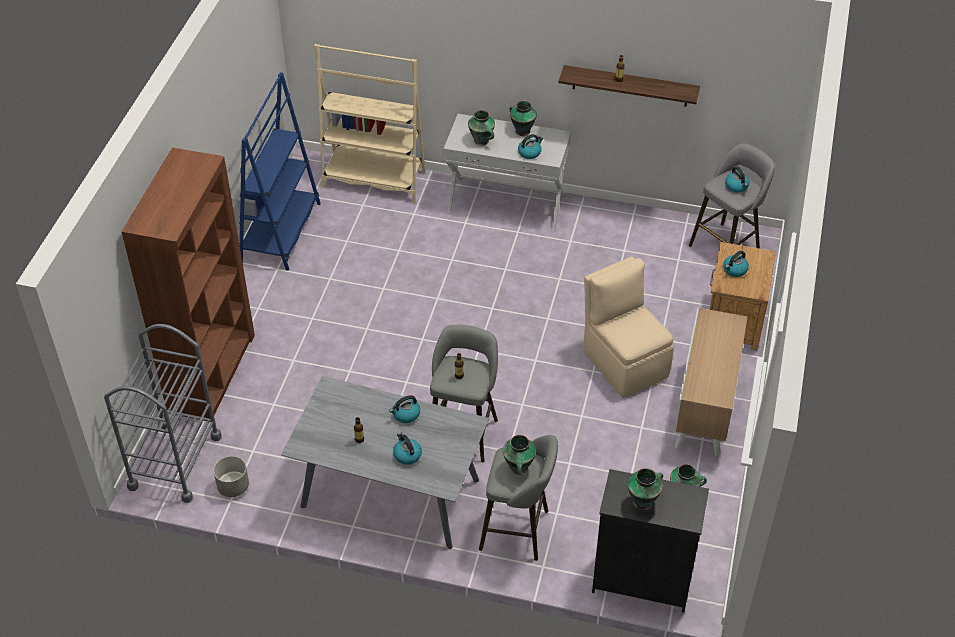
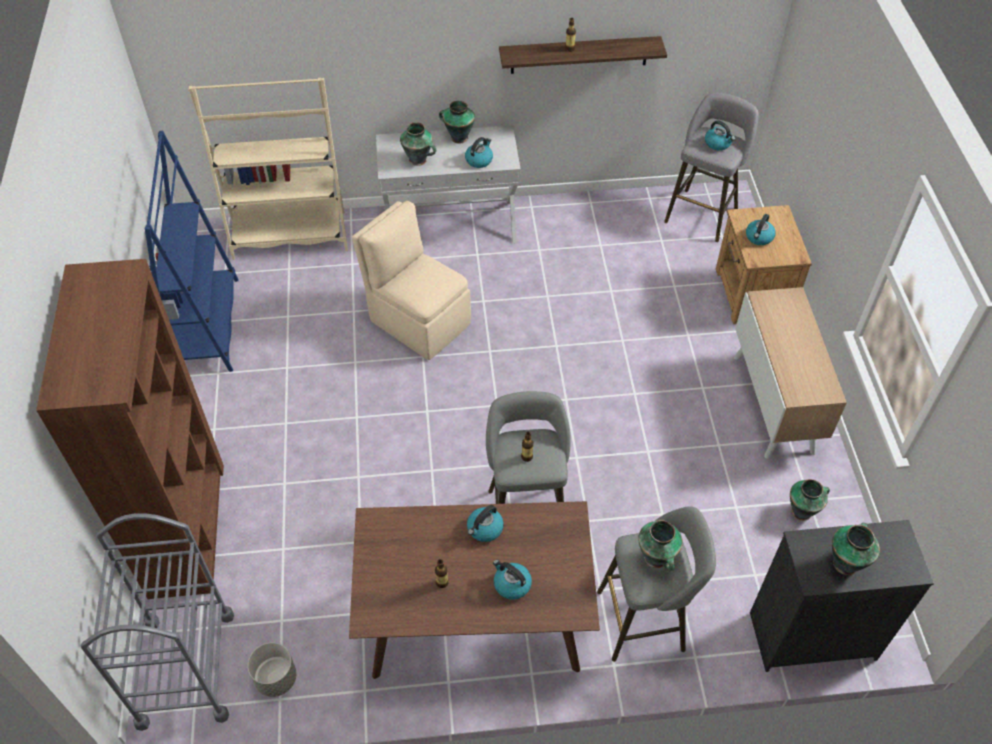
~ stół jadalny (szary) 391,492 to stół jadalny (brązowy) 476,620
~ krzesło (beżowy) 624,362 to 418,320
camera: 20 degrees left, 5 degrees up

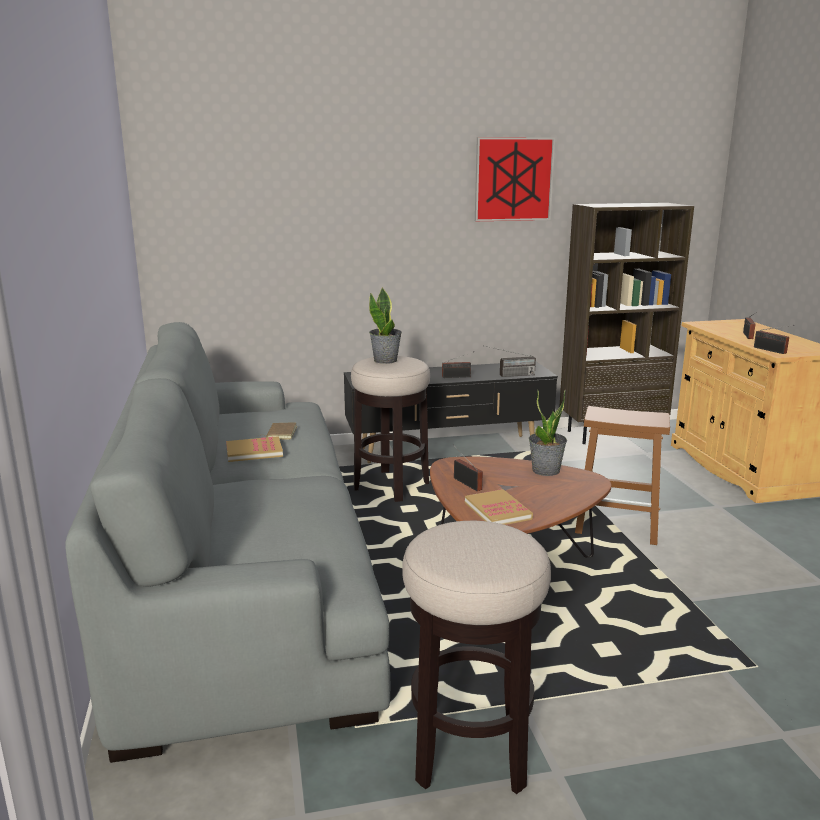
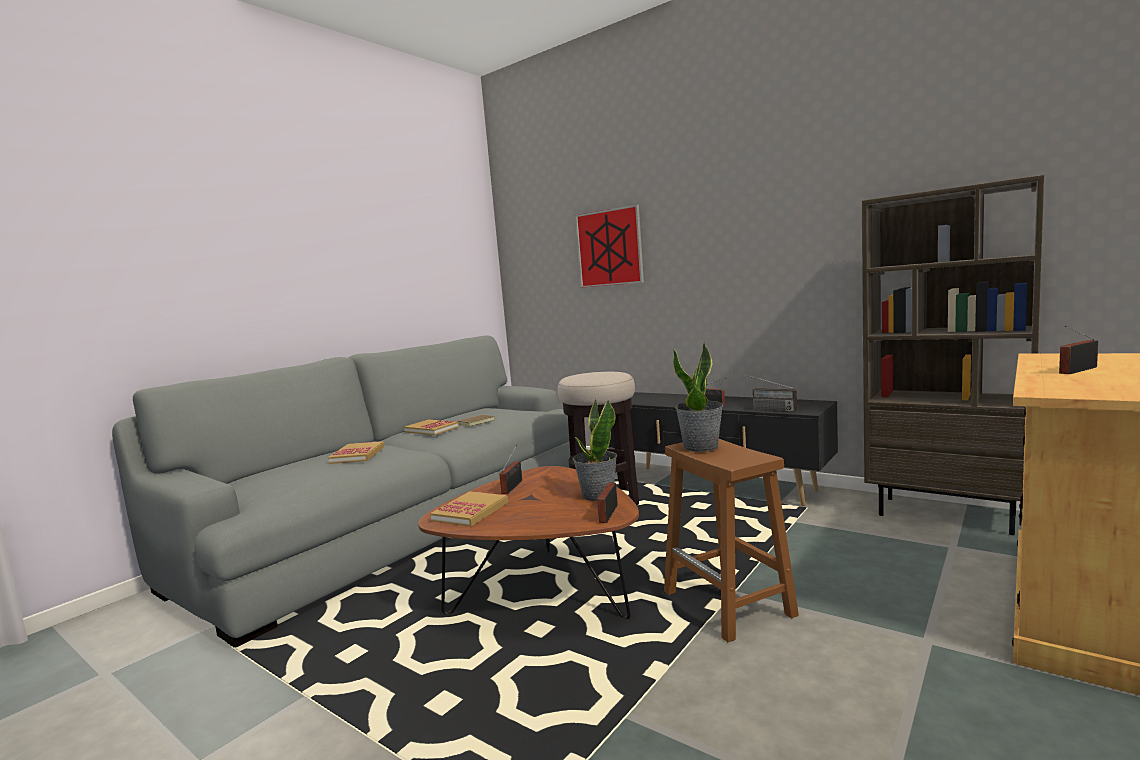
~ roślina doniczkowa 386,360 to 701,447
- stołek 469,751
~ obraz 513,179 to 609,248
~ radio 771,350 to 607,515
+ książka 357,455
camera: 50 degrees right, 10 degrees down

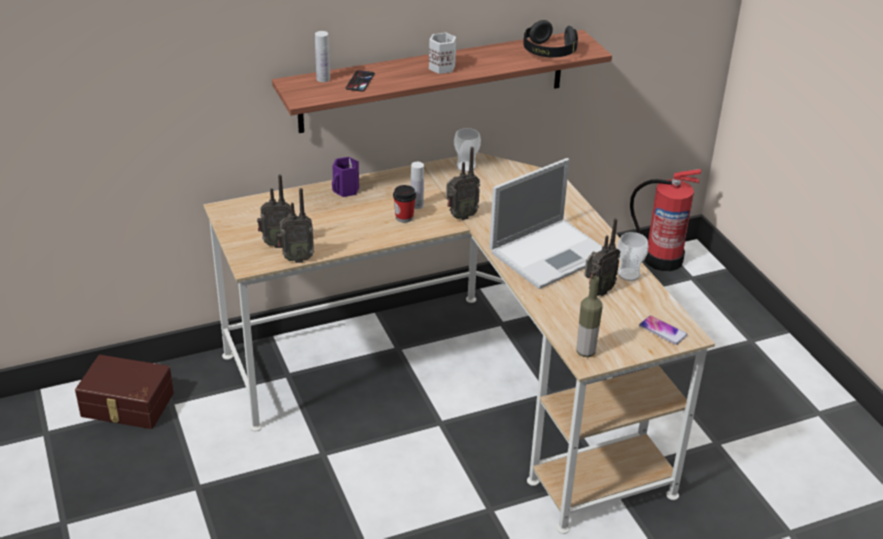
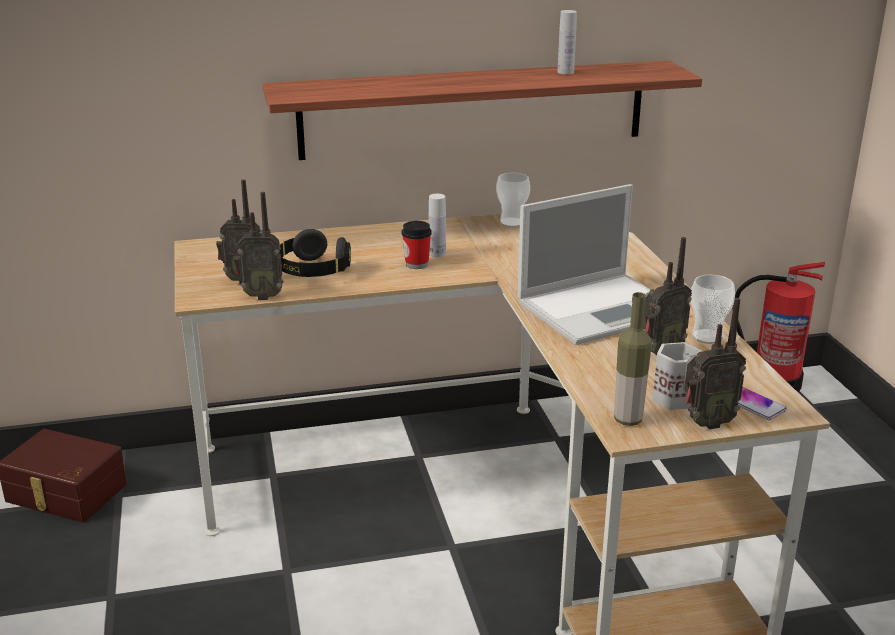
~ butelka (biały) 323,79 to 565,72
- kubek (fioletowy) 346,190
- telefon 360,81
~ kubek (biały) 442,66 to 674,397
~ radio 460,216 to 705,423
~ słuchawki (czarny) 549,52 to 313,271
camera: 10 degrees right, 10 degrees down

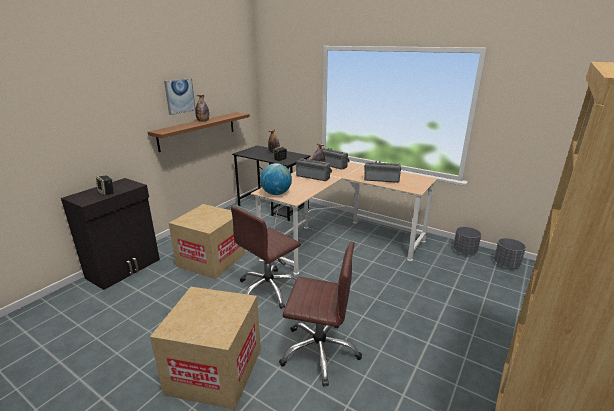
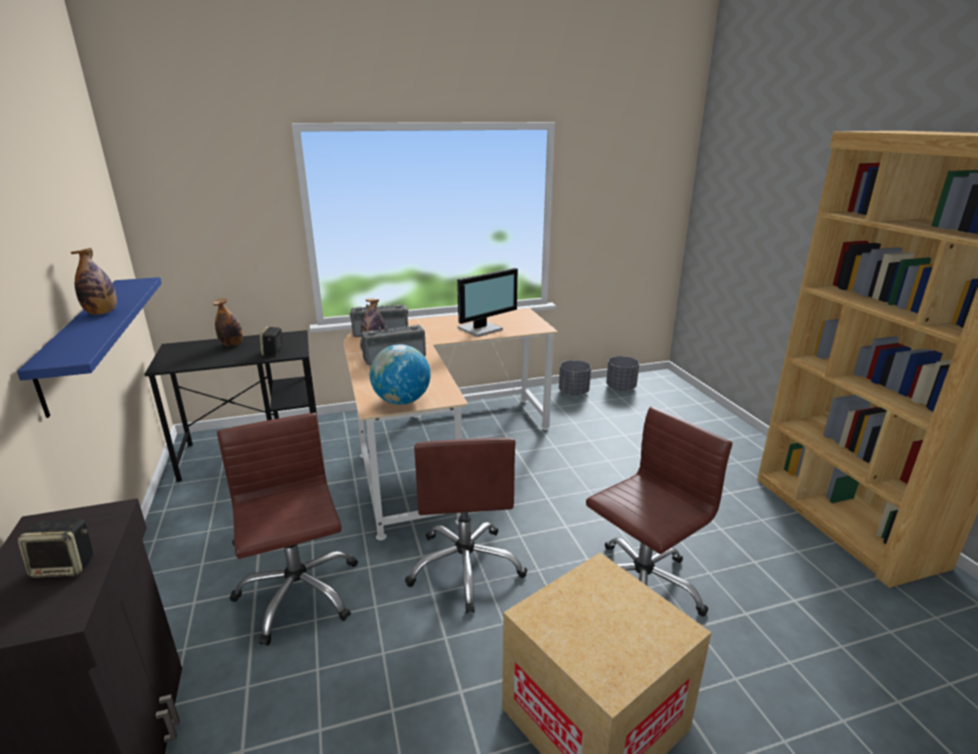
~ półka (brązowy) 198,130 to półka (niebieski) 83,340
- obraz 179,96
~ karton 211,260 to krzesło biurowe (brązowy) 298,593
~ radio 381,179 to monitor 481,329
camera: 50 degrees left, 0 degrees up

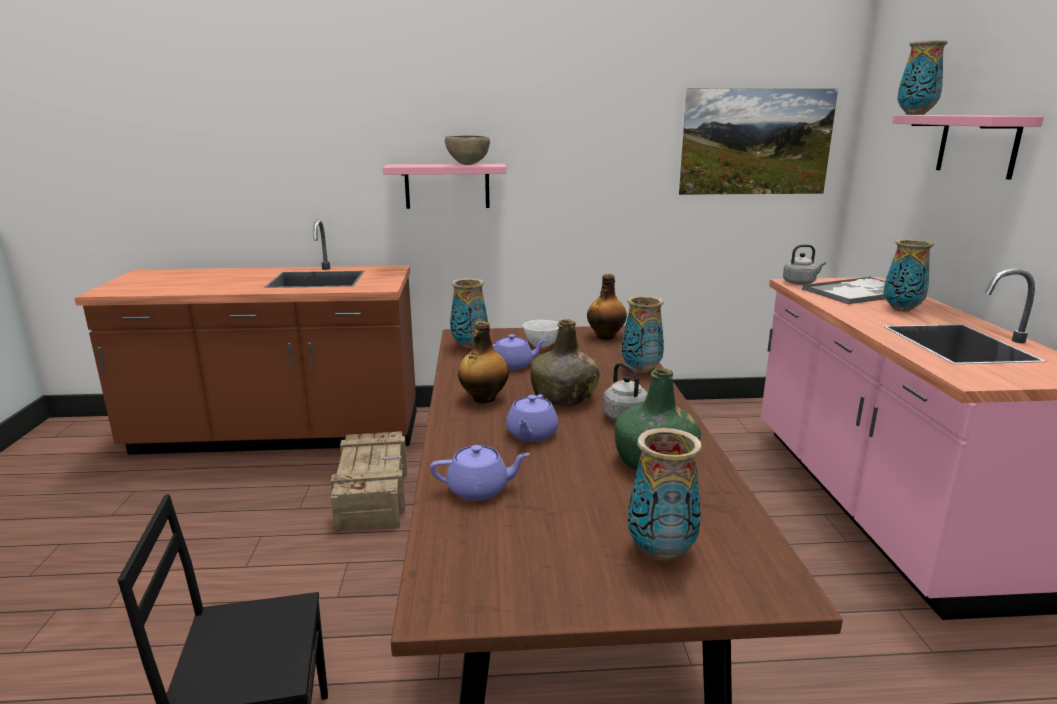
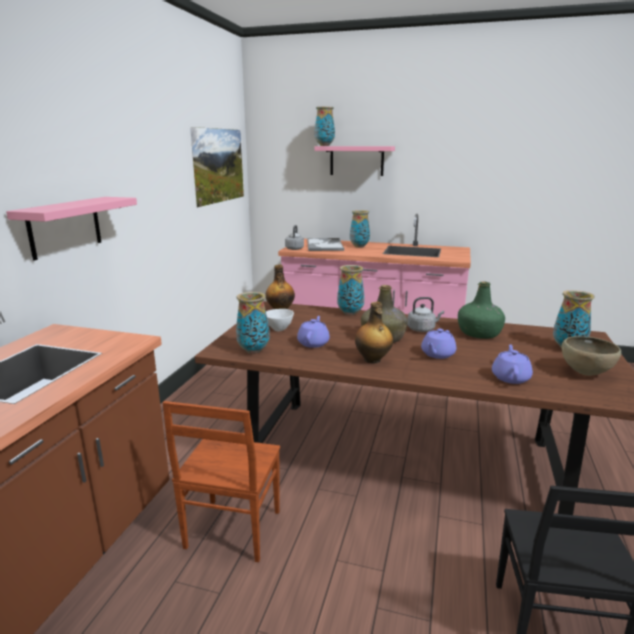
~ skrzynka 373,494 to krzesło (brązowy) 231,530
~ miska (brązowy) 467,165 to 586,373
~ imbryk (fioletowy) 531,434 = 437,354 90 degrees clockwise
camera: 70 degrees left, 0 degrees up

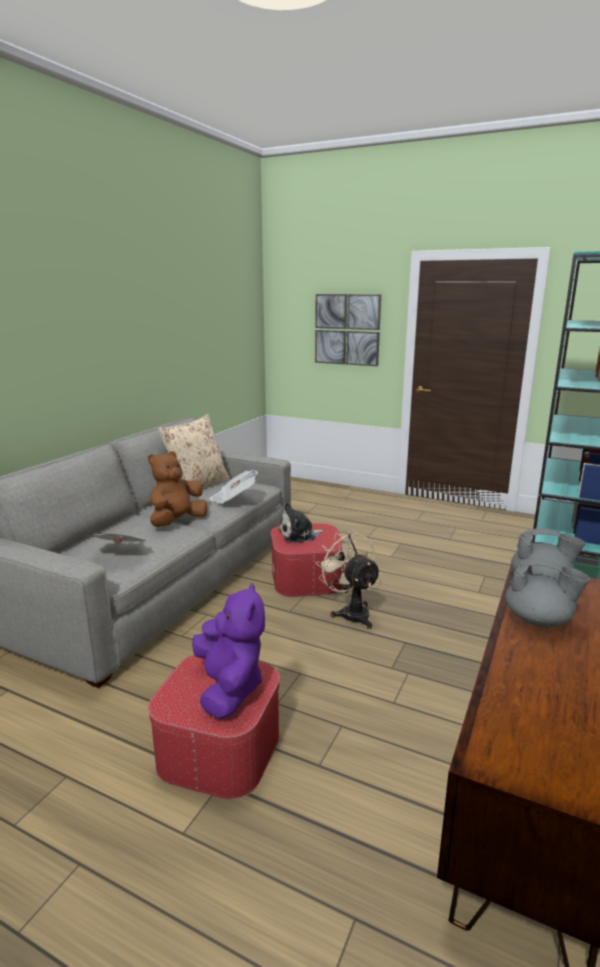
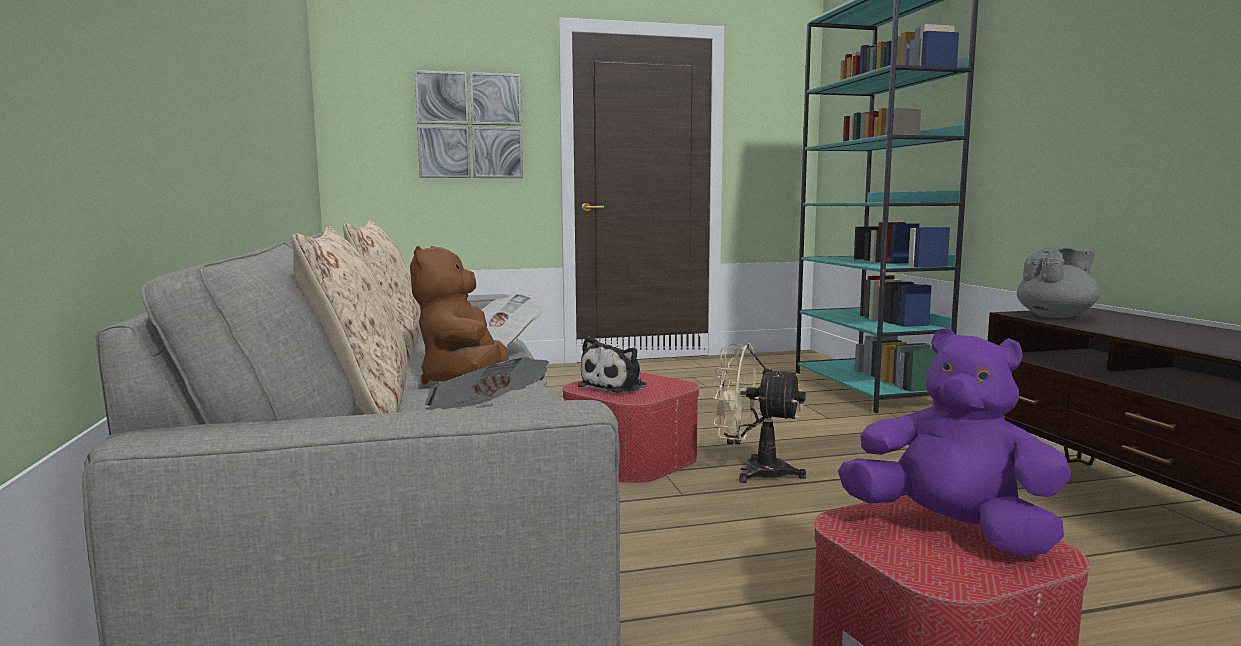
- imbryk (szary) 539,620
+ poduszka (beżowy) 362,409
camera: 40 degrees left, 10 degrees down

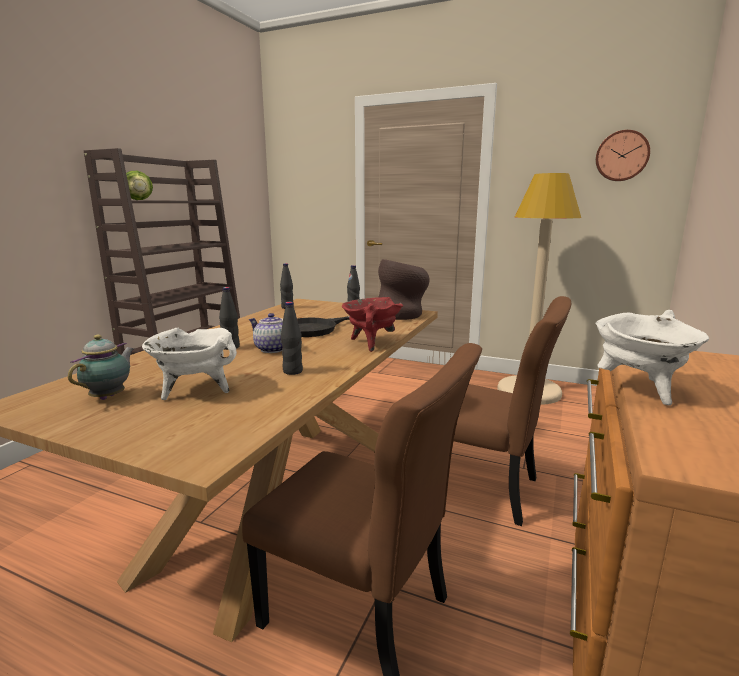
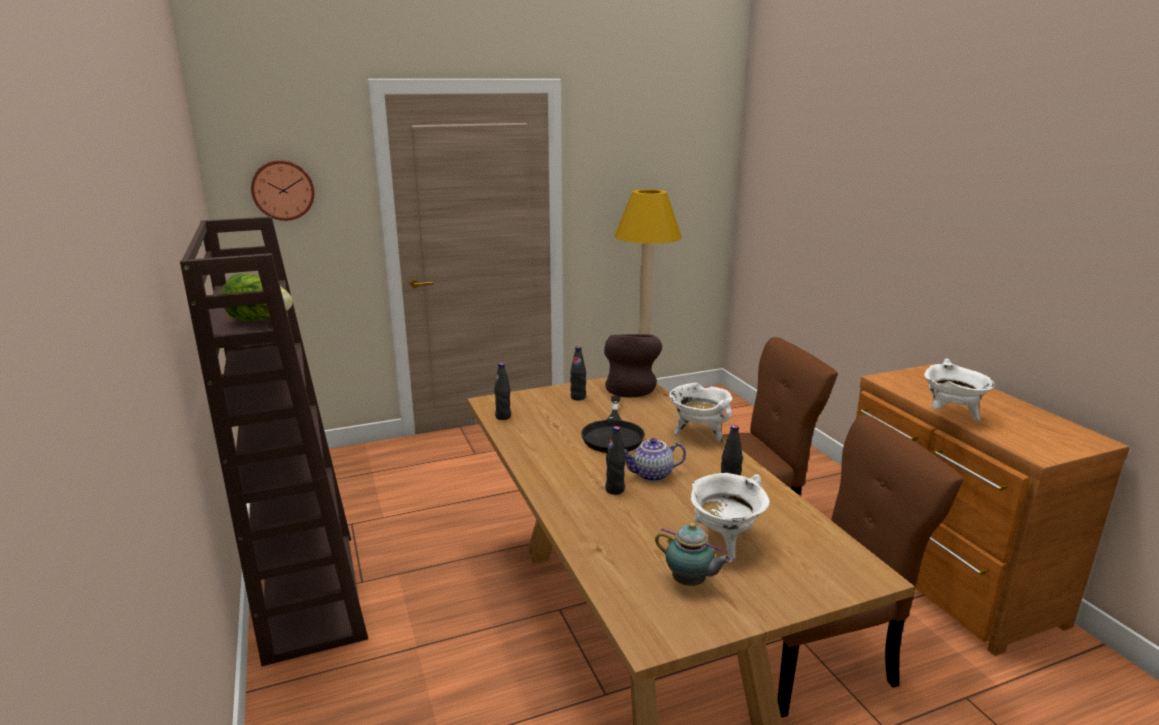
~ imbryk 110,396 = 690,582 150 degrees clockwise
~ garnek (czerwony) 371,343 to garnek (biały) 698,433
~ zegar ścienny 622,156 to 283,190
camera: 45 degrees left, 5 degrees up

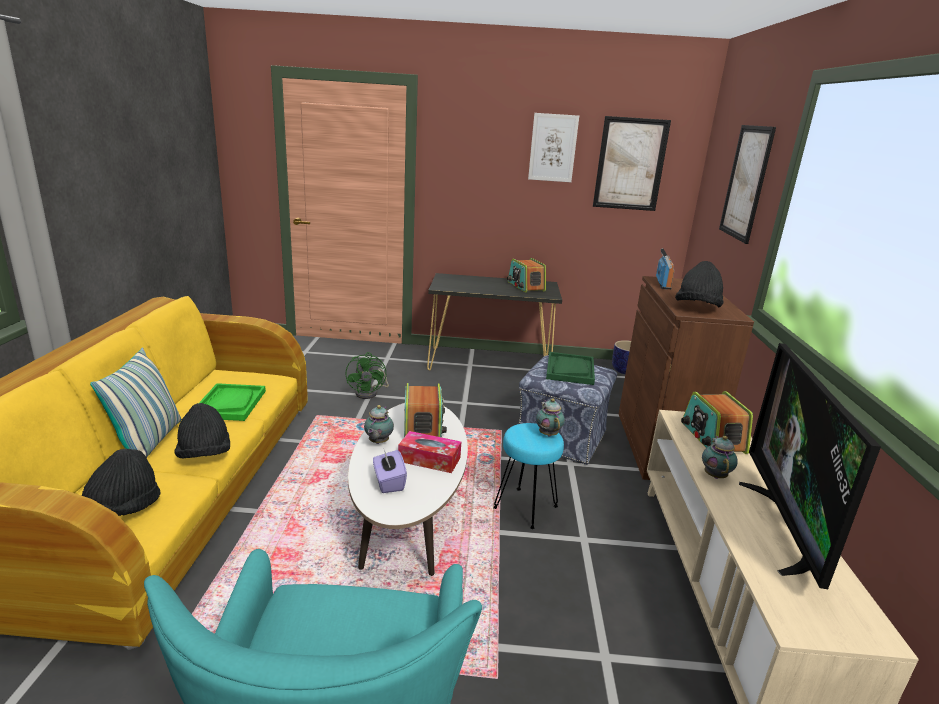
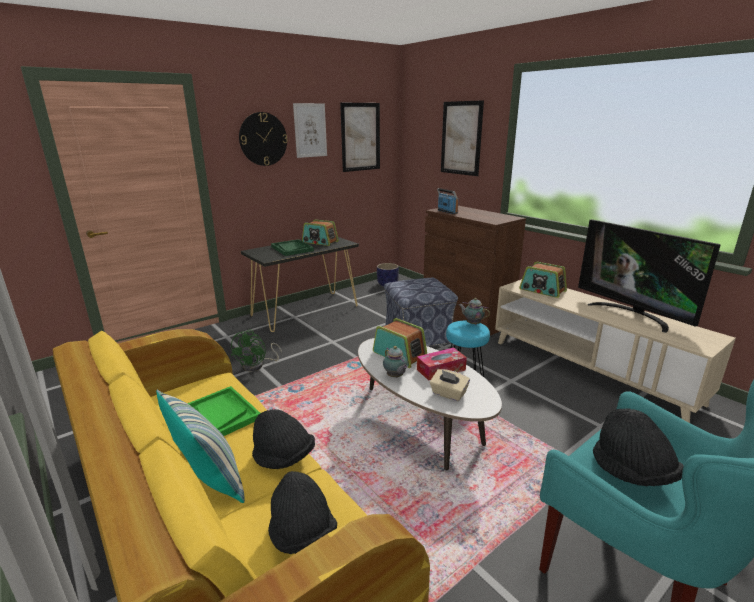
~ wentylator (zielony) 370,393 = 257,365 60 degrees clockwise
~ pudełko chusteczek (fioletowy) 389,482 to pudełko chusteczek (beżowy) 448,394
~ taca (zielony) 570,370 to 292,249
~ kapelusz (czarny) 697,308 to 631,472
- imbryk 715,475
+ zegar ścienny 263,139
camera: 40 degrees left, 0 degrees up

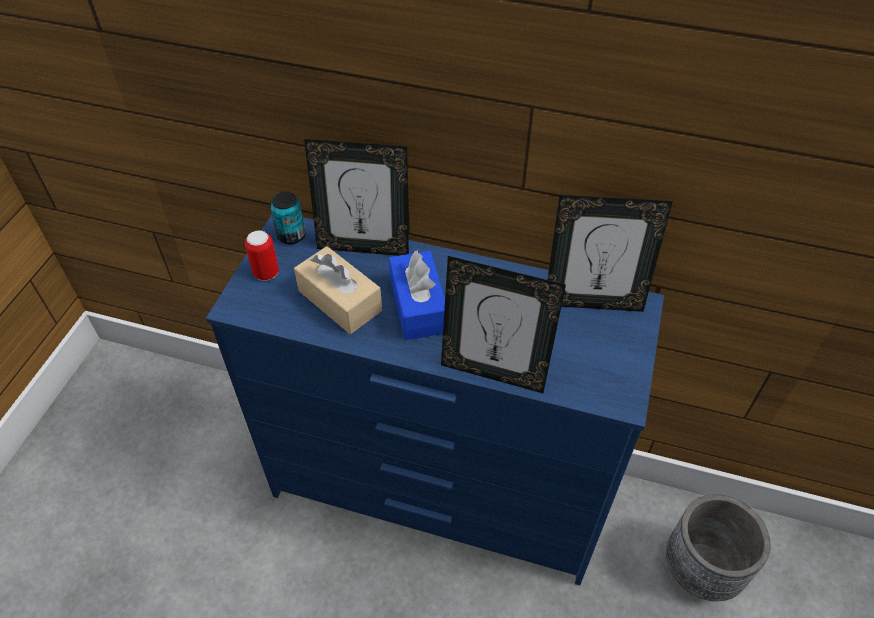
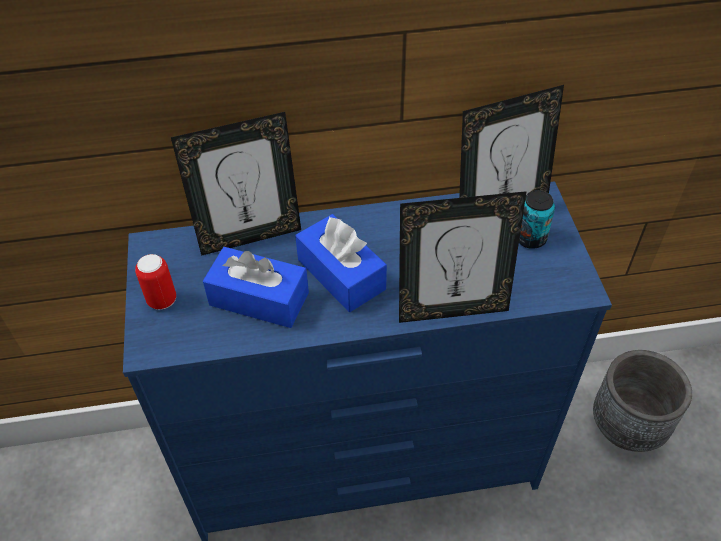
~ puszka 291,236 to 530,238
~ pudełko chusteczek (beżowy) 340,301 to pudełko chusteczek (niebieski) 259,299
camera: 25 degrees left, 0 degrees up

